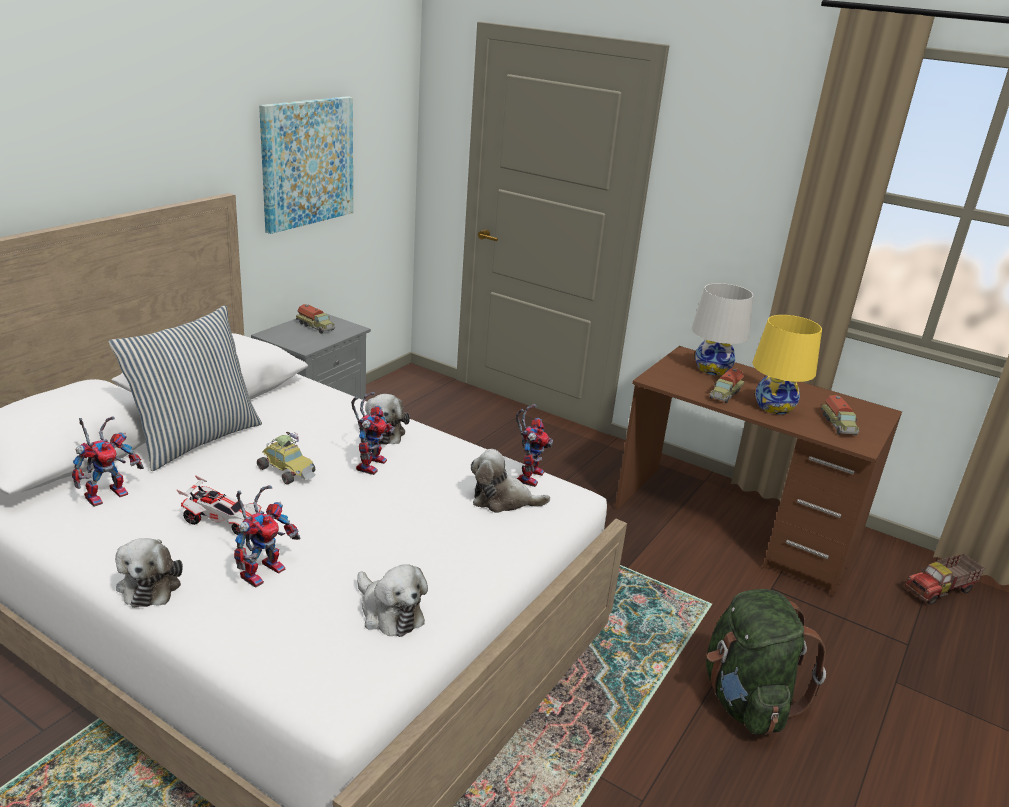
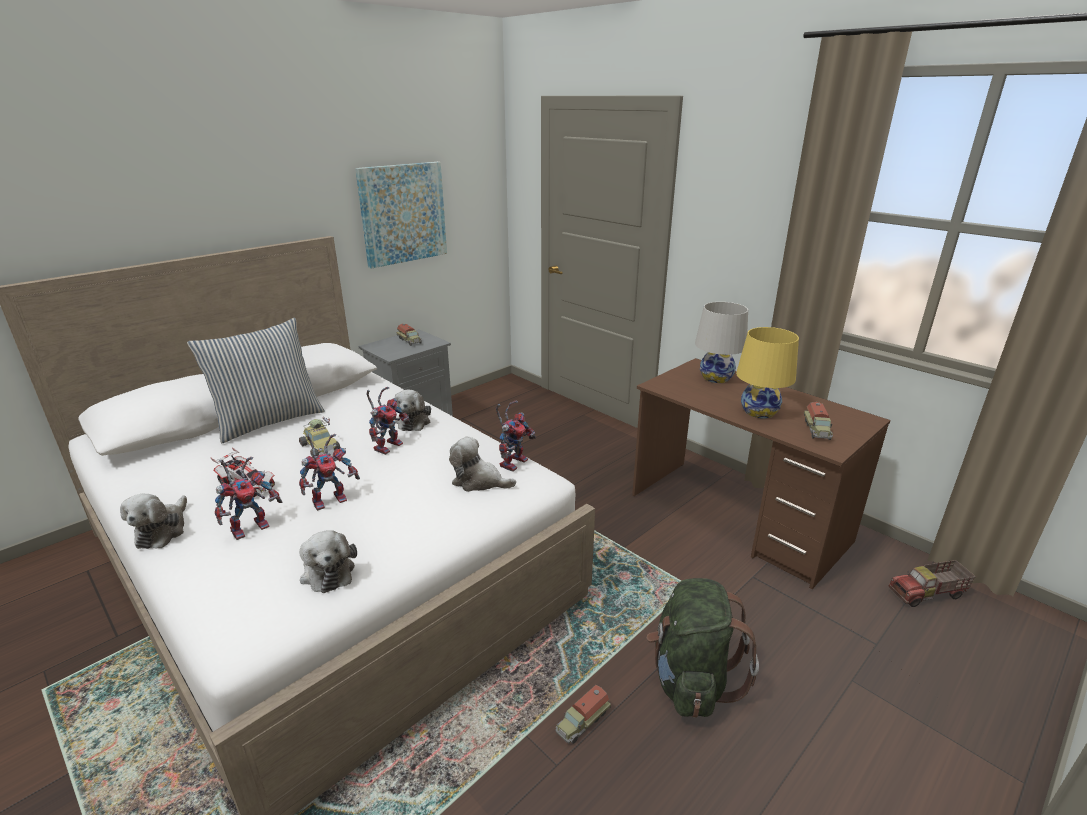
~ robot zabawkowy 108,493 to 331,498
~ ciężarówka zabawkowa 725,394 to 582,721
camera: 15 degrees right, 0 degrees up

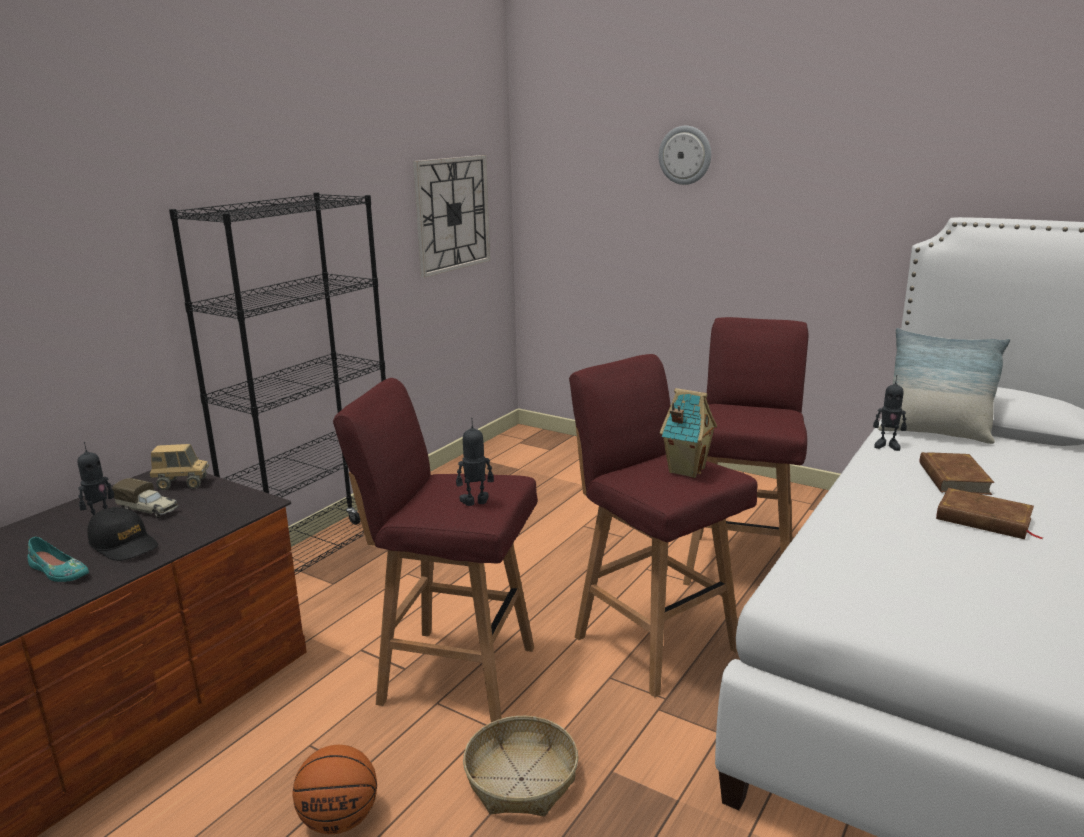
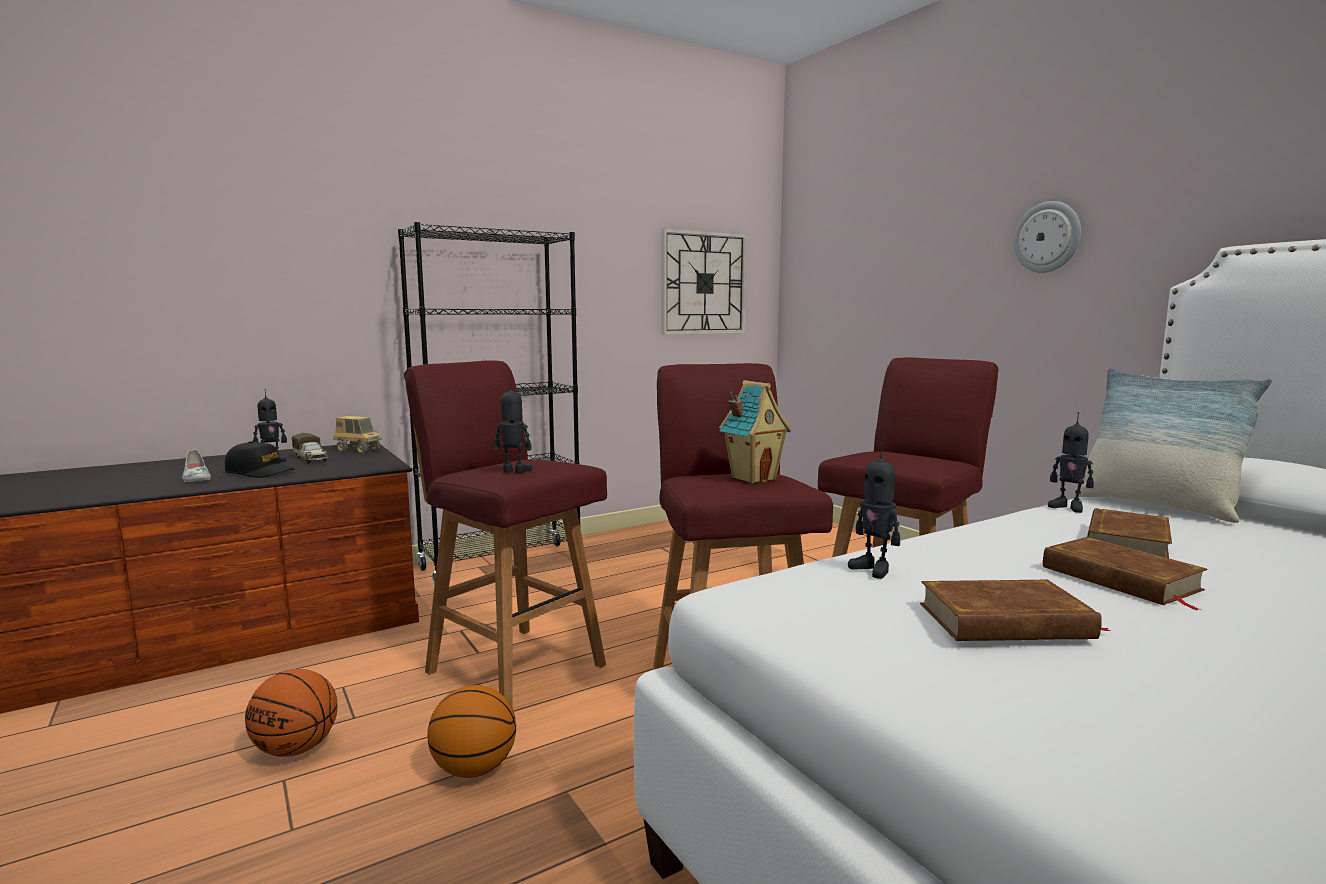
~ but (turkusowy) 58,572 to but (biały) 196,478
~ czapka z daszkiem (czarny) 124,545 = 260,472 45 degrees counterclockwise
~ koszyk 520,779 to piłka do koszykówki 474,768
~ zegar ścienny 685,155 to 1047,237
+ robot zabawkowy 873,569
+ książka (brązowy) 1005,621
camera: 25 degrees right, 10 degrees down

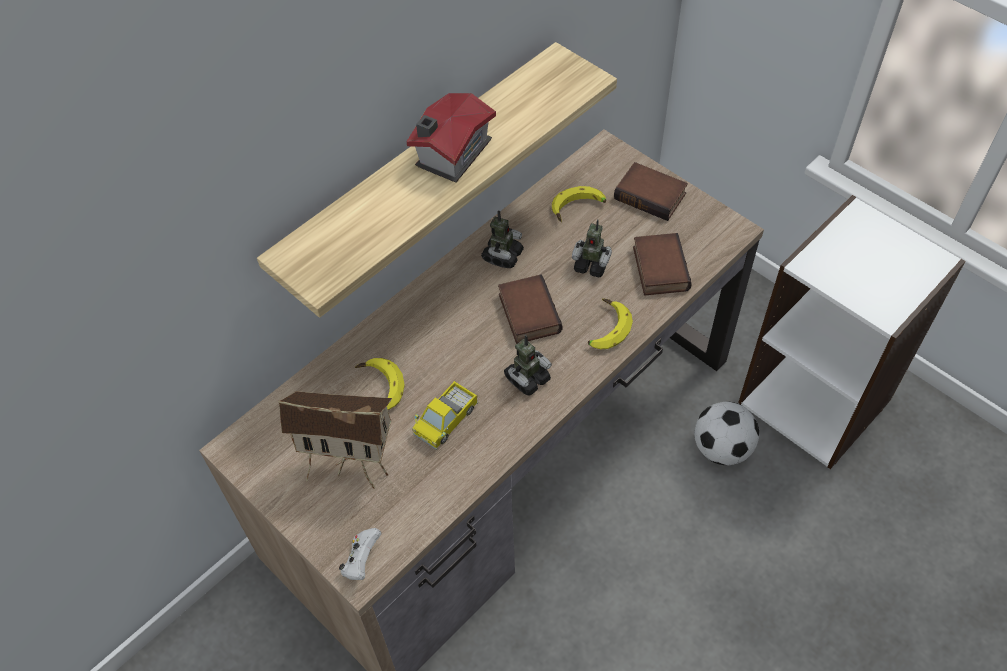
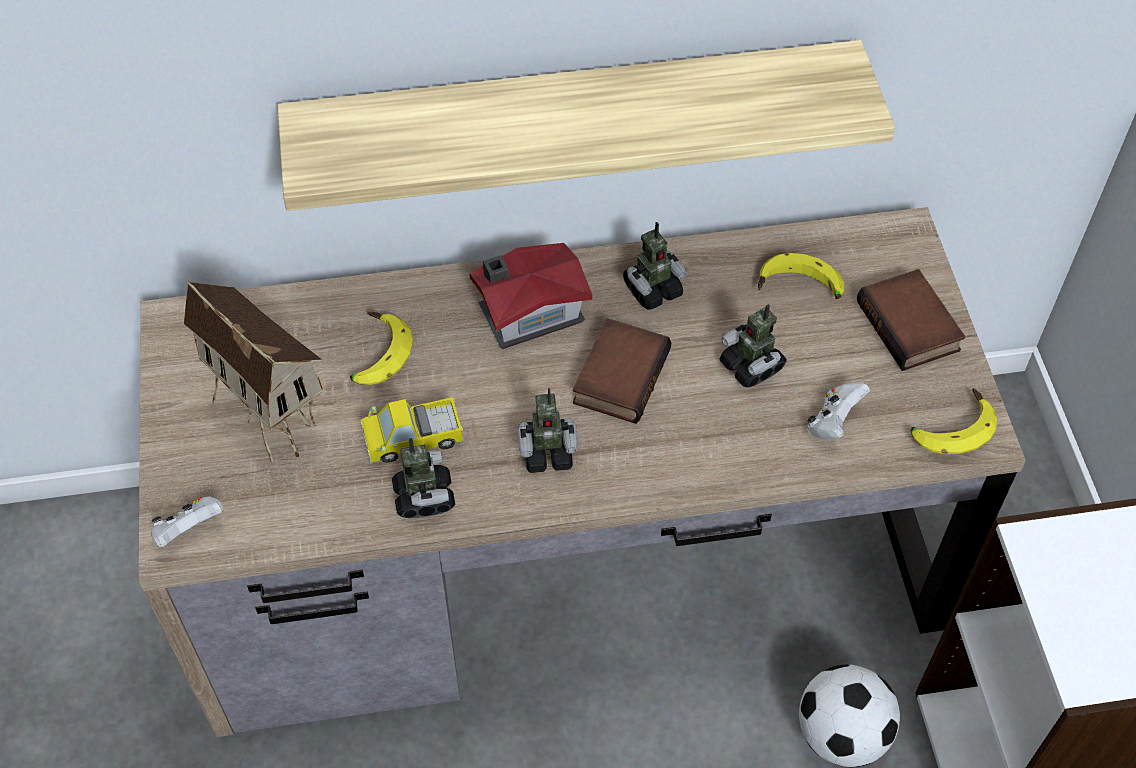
~ domek 451,154 to 527,312
~ banan 605,328 to 950,427
~ książka 658,268 to pad do gier (biały) 833,422
+ robot zabawkowy 424,497
camera: 35 degrees right, 0 degrees up

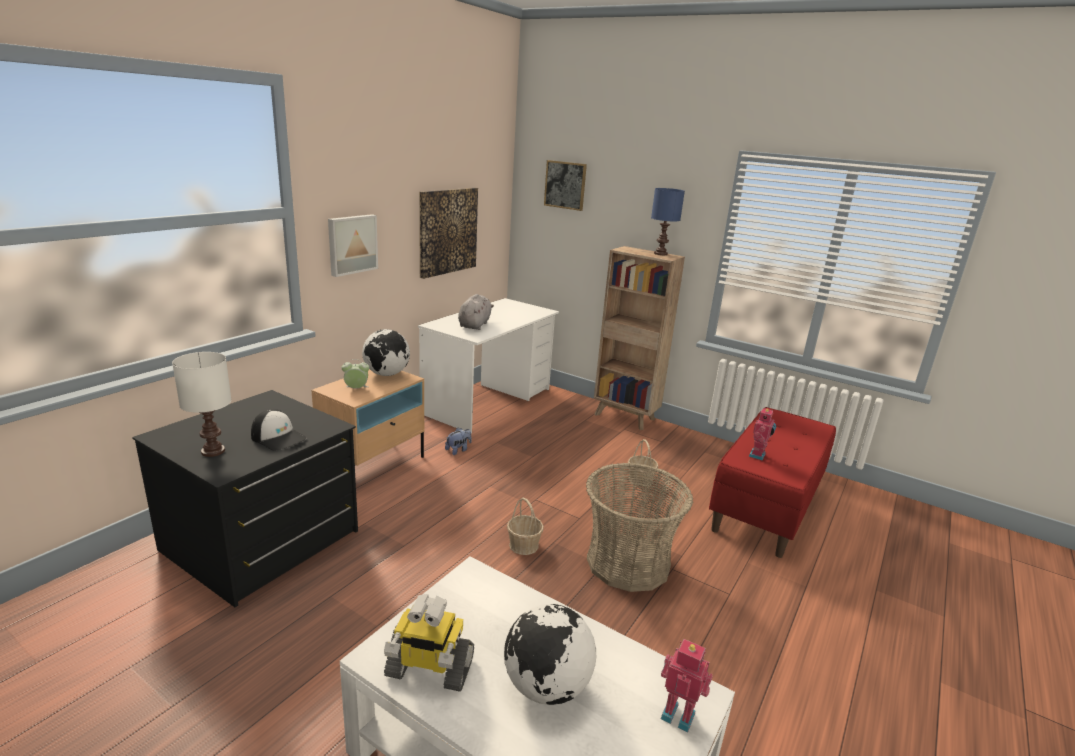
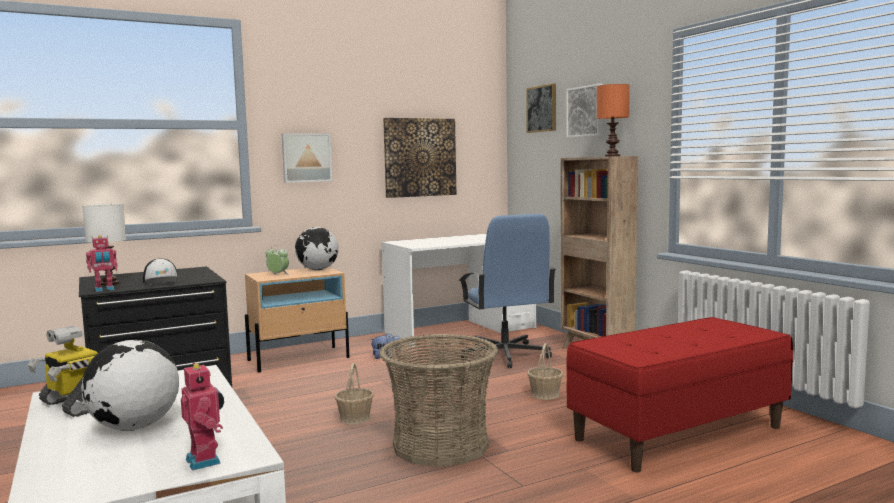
- pluszak (szary) 475,325
~ lampa stołowa (niebieski) 661,254 to lampa stołowa (pomarańczowy) 612,156
~ robot zabawkowy 758,455 to 104,289
+ krzesło biurowe (niebieski) 505,355
+ obraz 586,111
camera: 30 degrees right, 15 degrees down

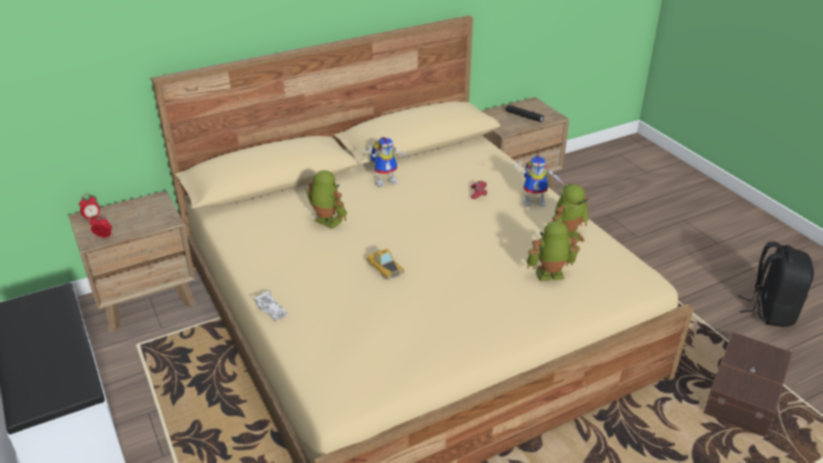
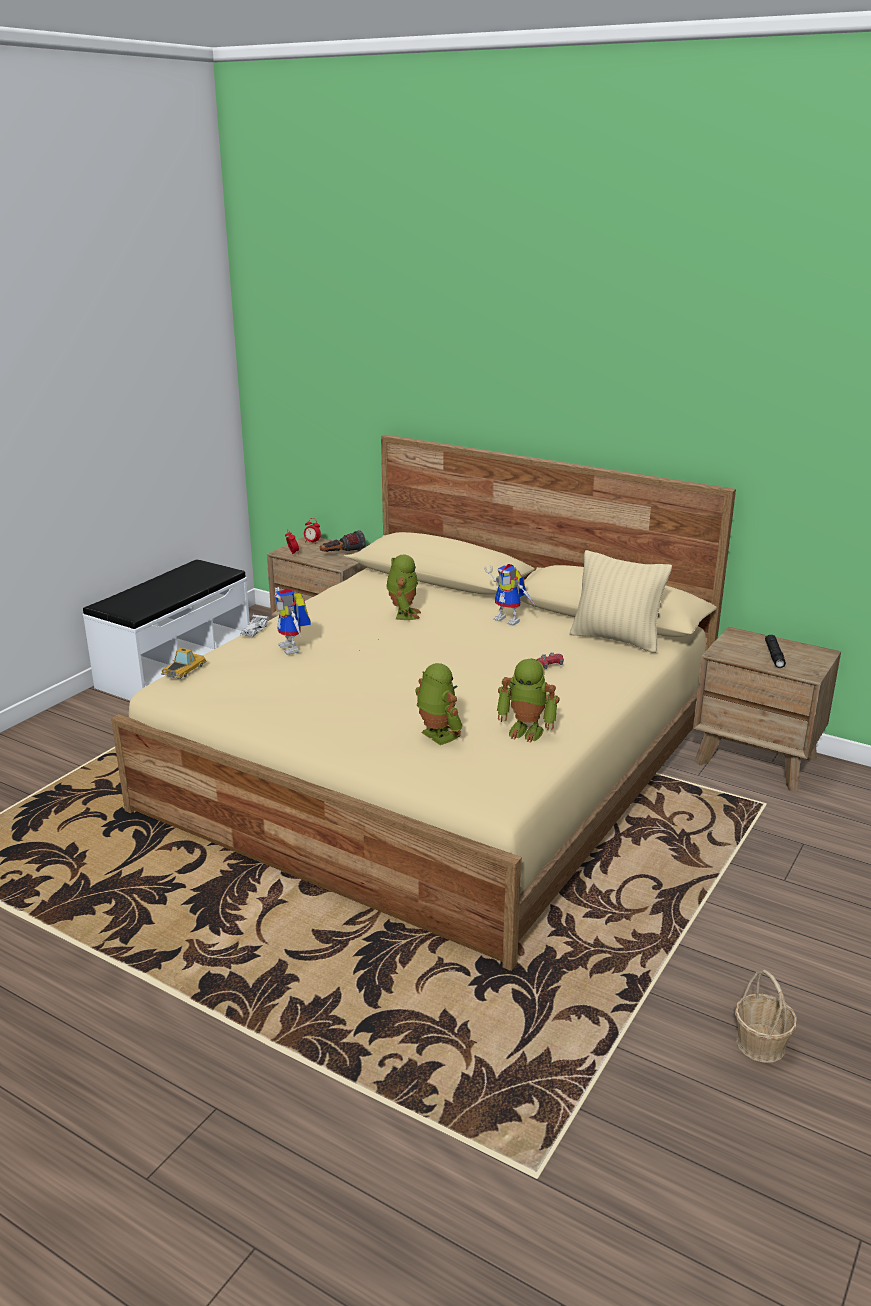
~ samochodzik 385,266 to 185,669
~ robot zabawkowy 536,201 to 294,648
- pojemnik do przechowywania (brązowy) 745,395
~ plecak (czarny) 770,311 to koszyk 761,1043
+ latarka 342,554
+ poduszka (beżowy) 616,639
camera: 60 degrees right, 10 degrees down

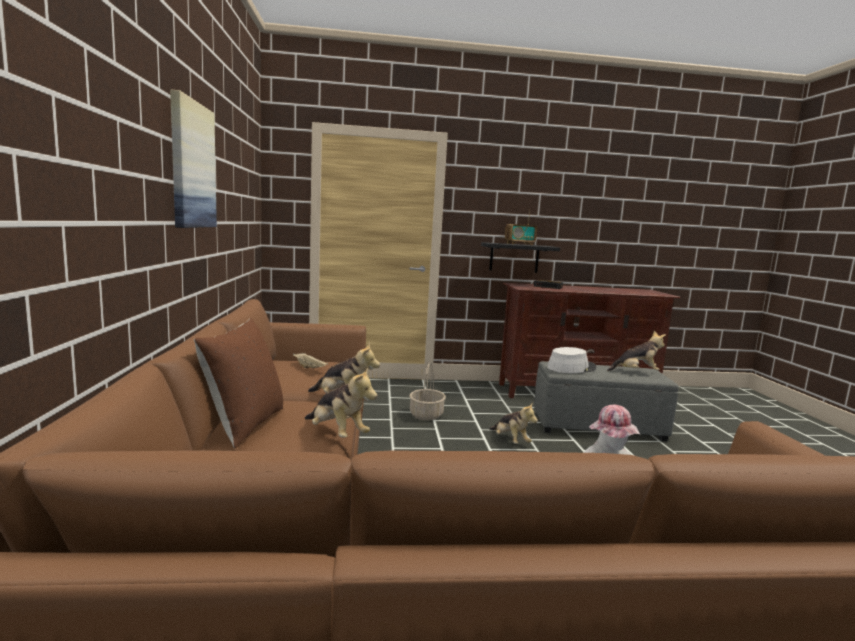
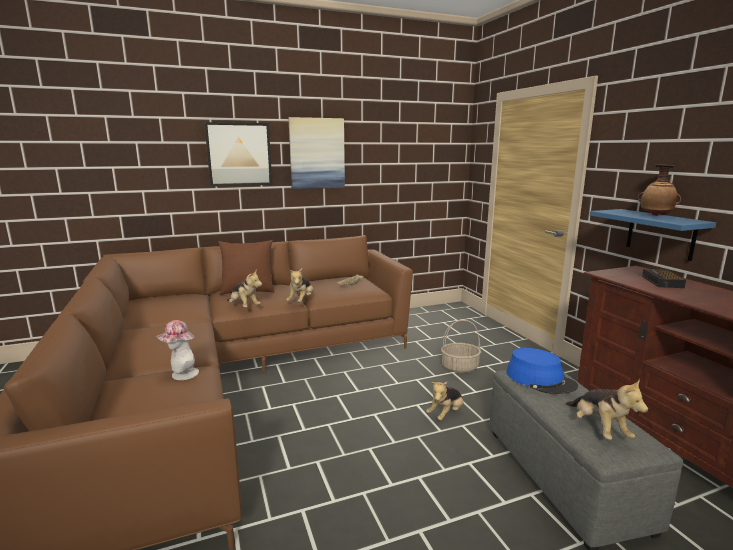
~ pluszak 337,433 = 244,307 75 degrees counterclockwise
~ półka (czarny) 514,257 to półka (niebieski) 660,234
~ radio 519,244 to wazon 656,215
~ kapelusz (szary) 571,367 to kapelusz (niebieski) 540,379
+ obraz 239,154
camera: 75 degrees right, 5 degrees up

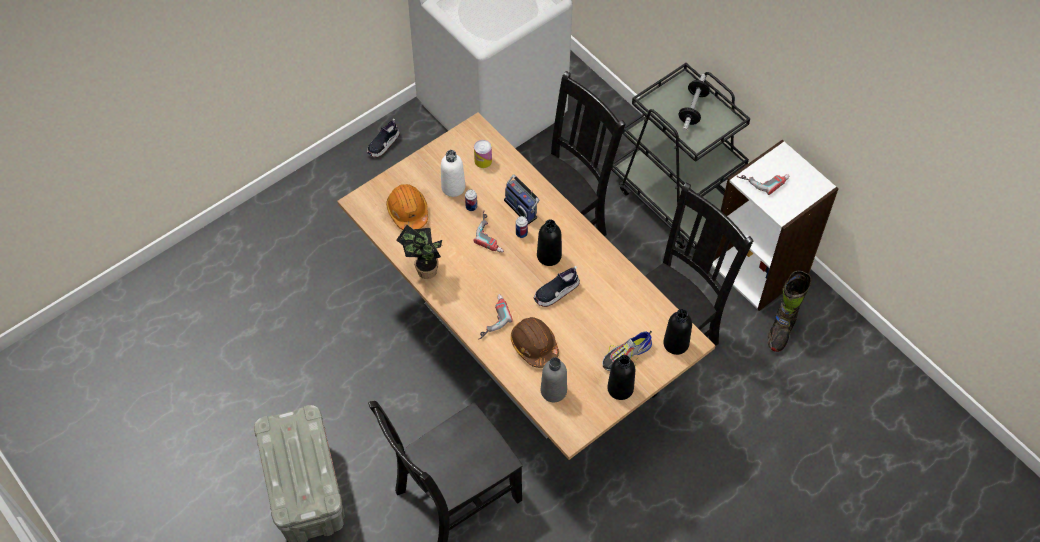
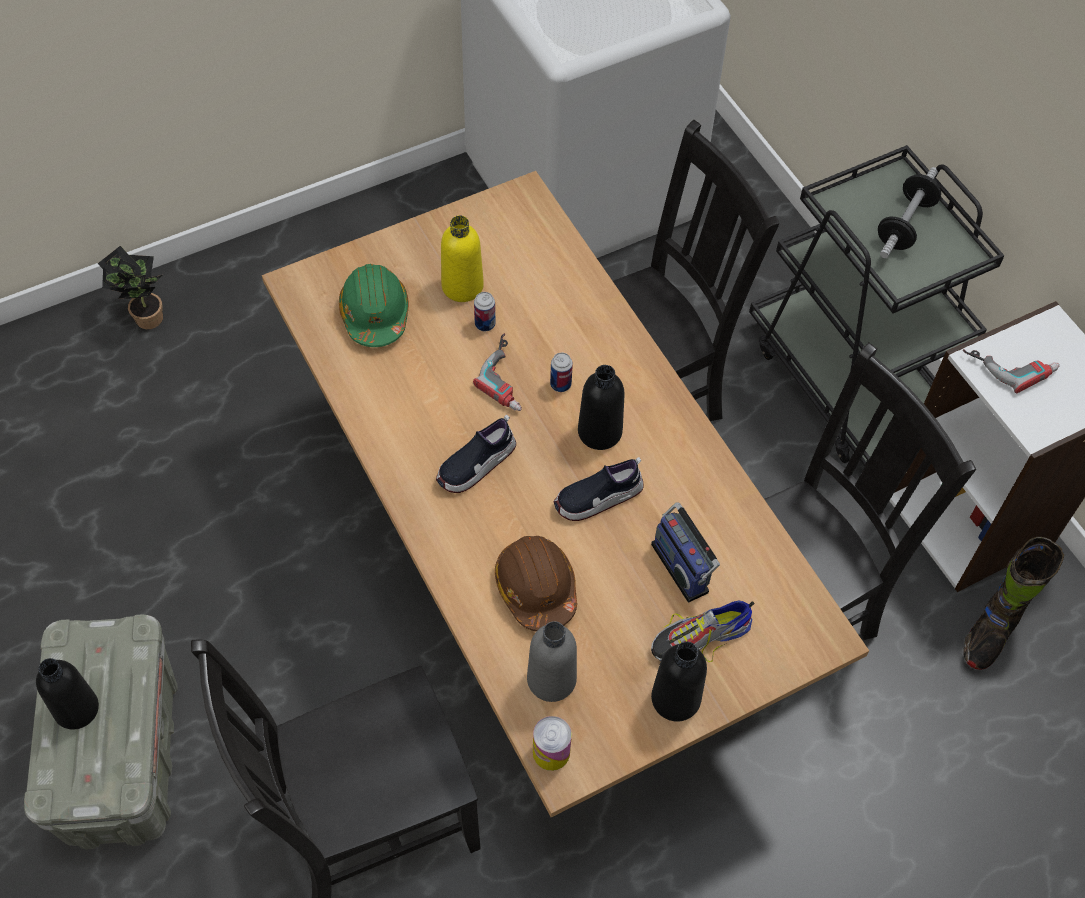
~ but 383,144 to 476,464
~ kask (pomarańczowy) 408,212 to kask (zielony) 375,314
~ roślina doniczkowa 424,270 to 145,317
~ butelka (biały) 453,187 to butelka (żółty) 462,286
~ puszka 483,161 to 551,752
- wiertarka 490,318
~ radio 522,208 to 683,566
~ butelka (czarny) 676,343 to 76,709
camera: 10 degrees right, 0 degrees up

